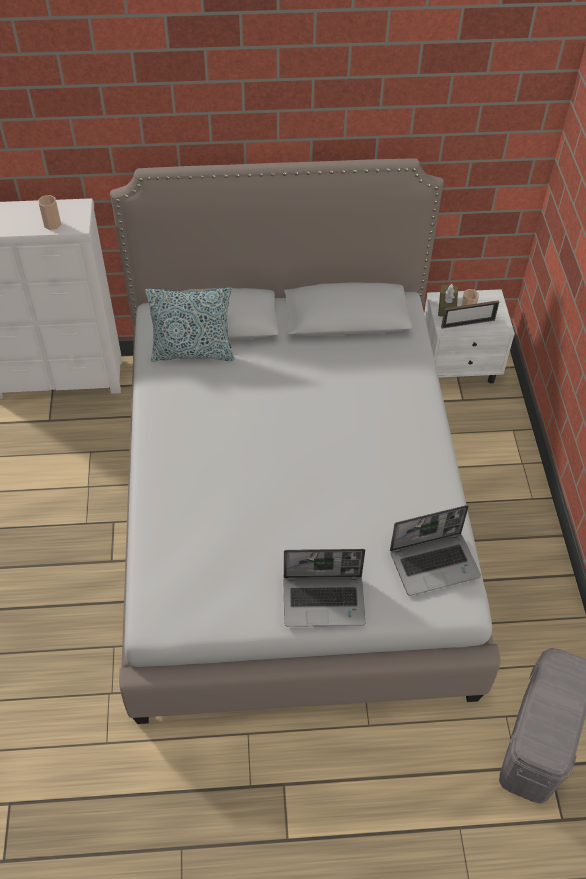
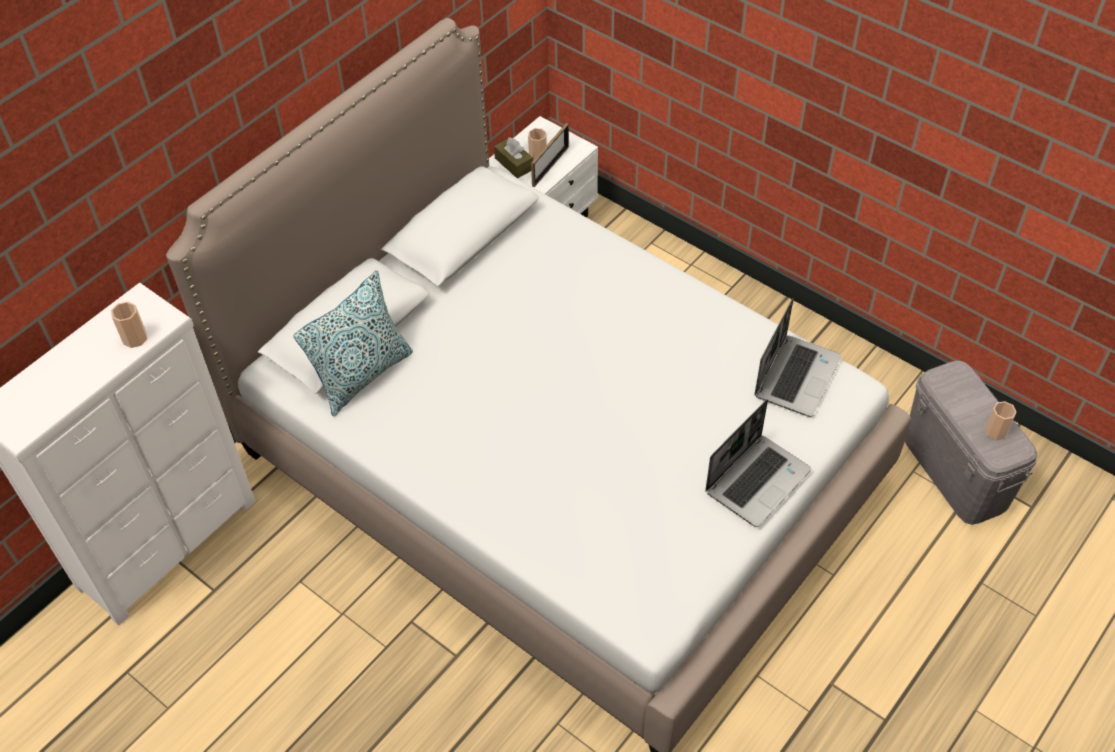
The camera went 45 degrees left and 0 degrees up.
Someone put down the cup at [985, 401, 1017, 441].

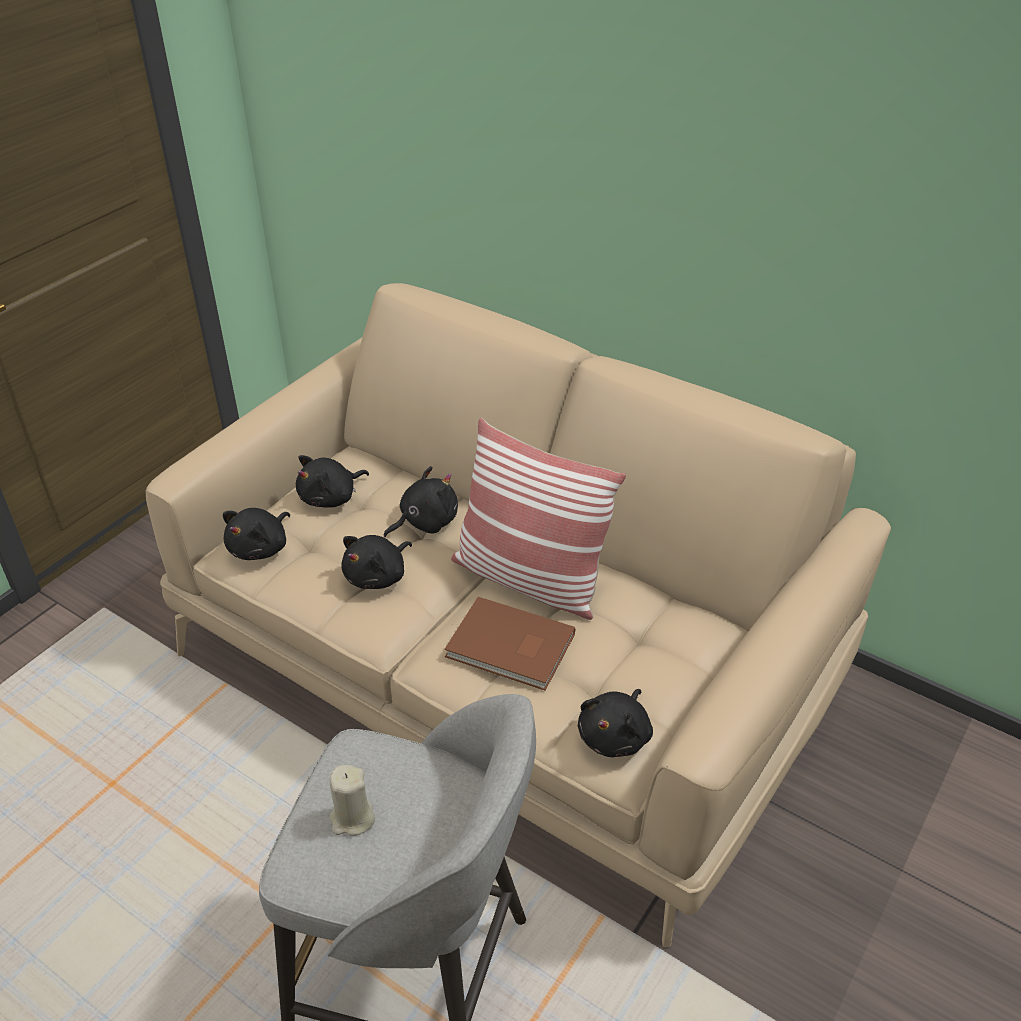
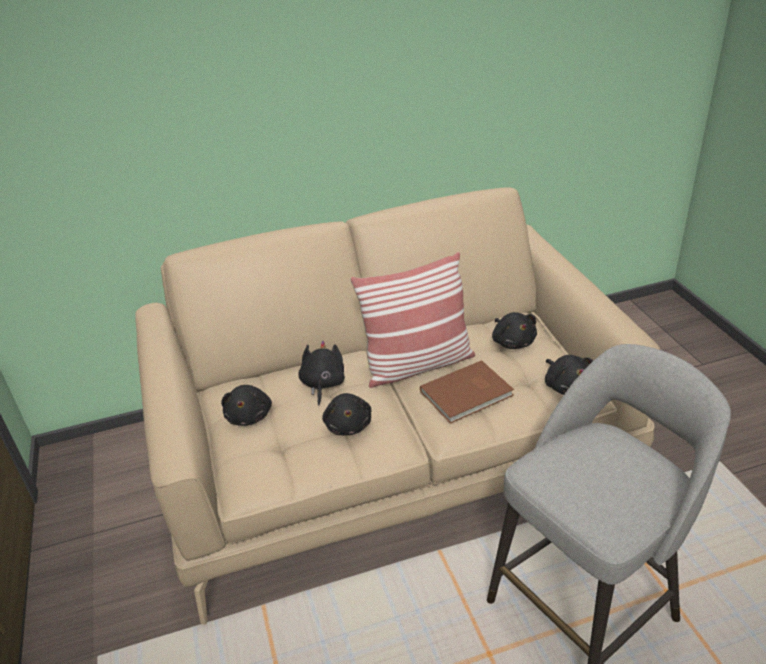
The camera went 50 degrees left and 5 degrees down.
Someone carried the black plush toy from [223, 508, 290, 560] to [492, 312, 537, 349].
Someone took away the beige candle at [330, 765, 375, 836].

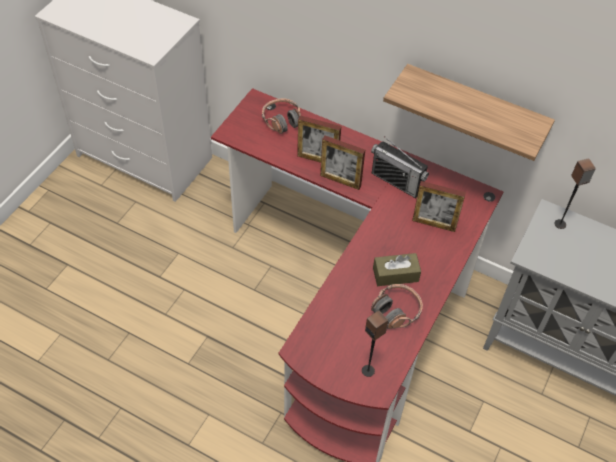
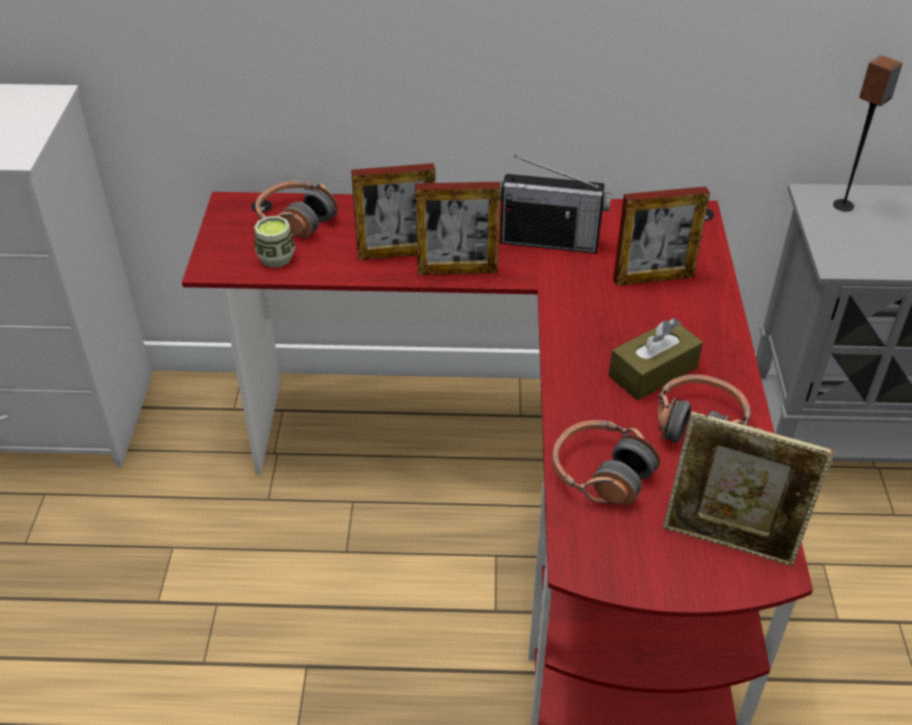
The camera went 25 degrees left and 10 degrees down.
Someone took away the shelf at [383, 64, 555, 161].
Someone swapped the speaker at [362, 310, 388, 377] for the picture frame at [663, 411, 835, 566].
Someone put down the cup at [254, 216, 295, 268].
Someone put down the headphones at [553, 420, 660, 505].

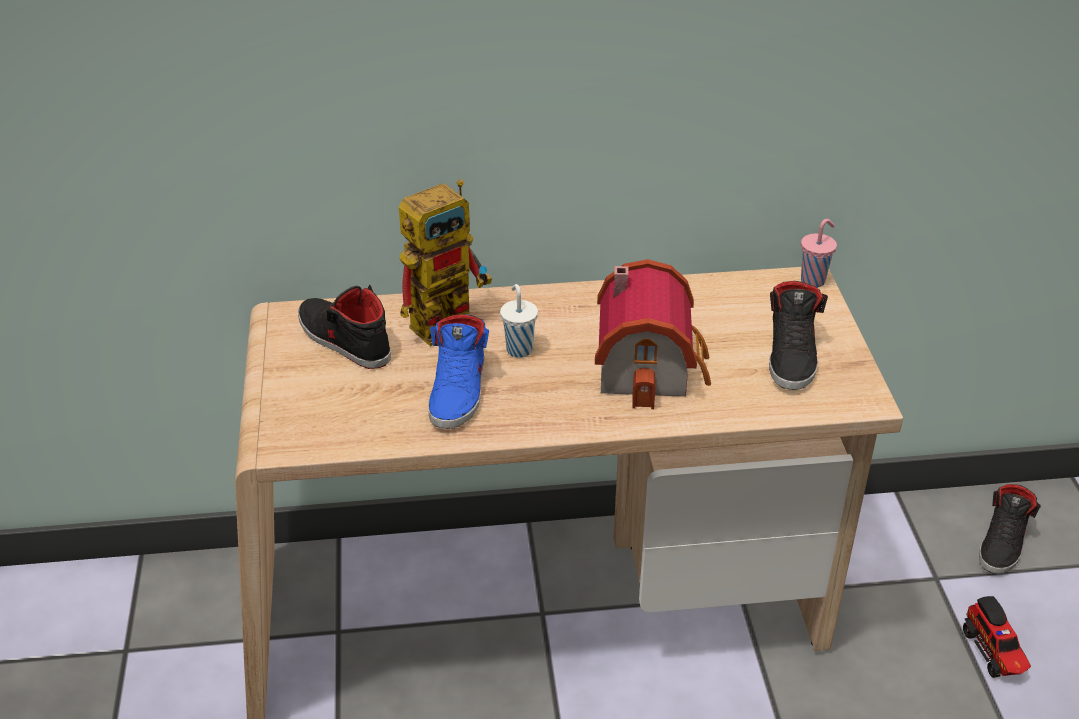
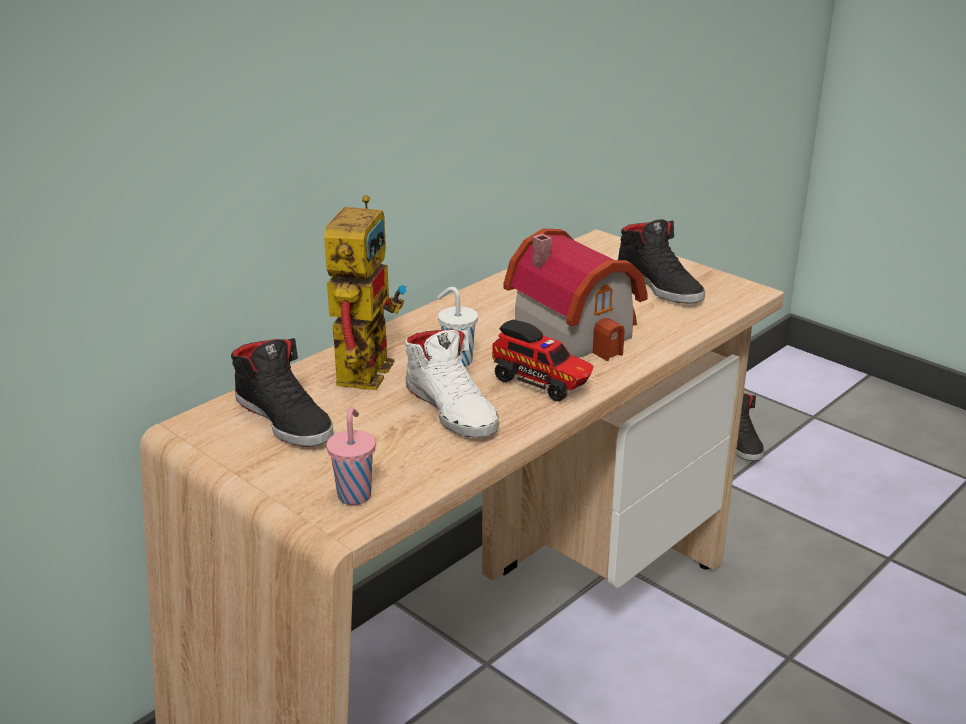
The camera went 40 degrees left and 10 degrees down.
Someone carried the pink cup from [801, 219, 837, 288] to [326, 407, 376, 505].
Someone rotated the black shoe at [298, 285, 391, 369] by 135 degrees counterclockwise.
Someone repainted the blue shoe at [428, 314, 489, 429], which became the white shoe at [405, 329, 499, 438].
Someone carried the toy truck from [963, 596, 1031, 678] to [492, 320, 594, 402].

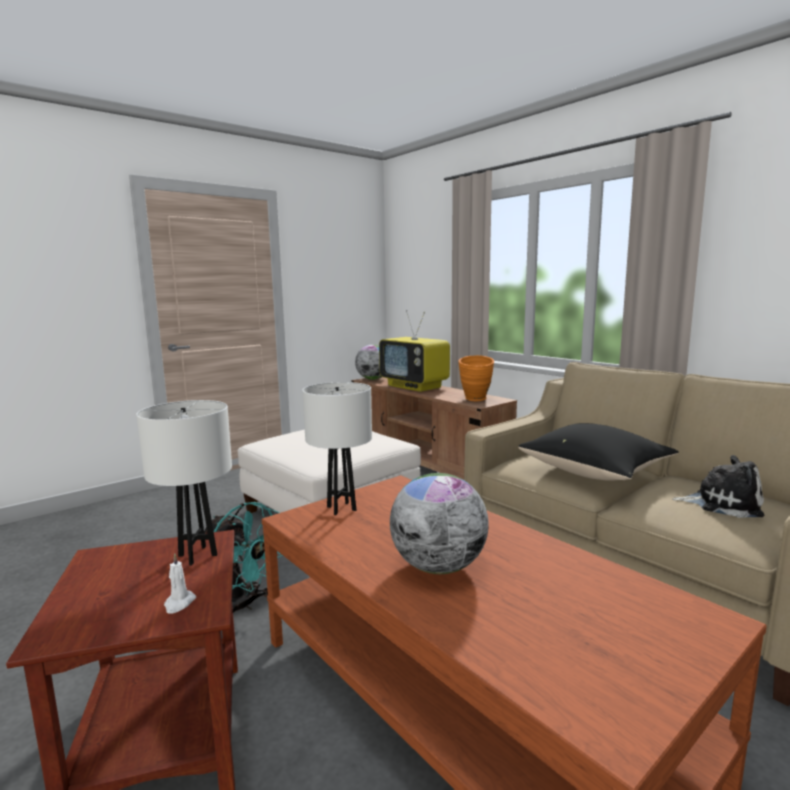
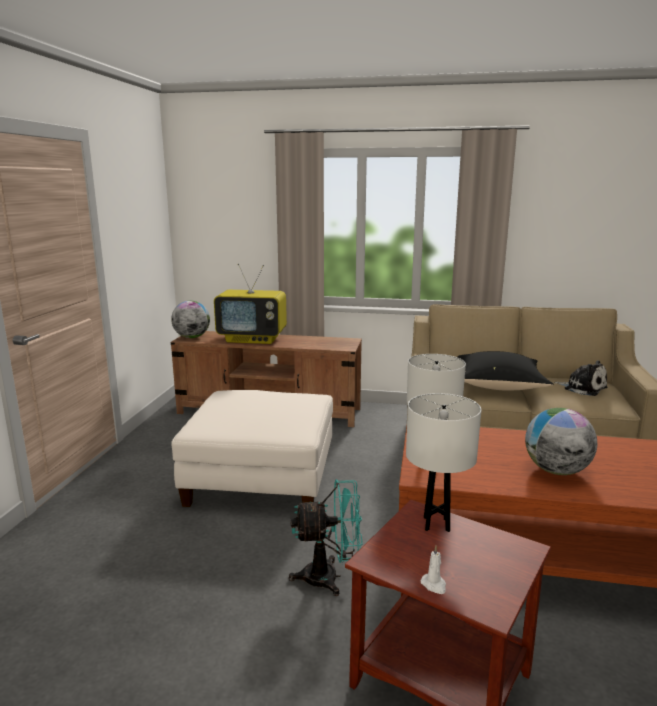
The camera went 40 degrees left and 5 degrees up.
Someone took away the orange vase at [458, 355, 494, 401].
Someone rotated the plush toy at [673, 455, 764, 518] by 60 degrees clockwise.
Someone carried the white candle from [164, 553, 196, 614] to [421, 546, 446, 594].

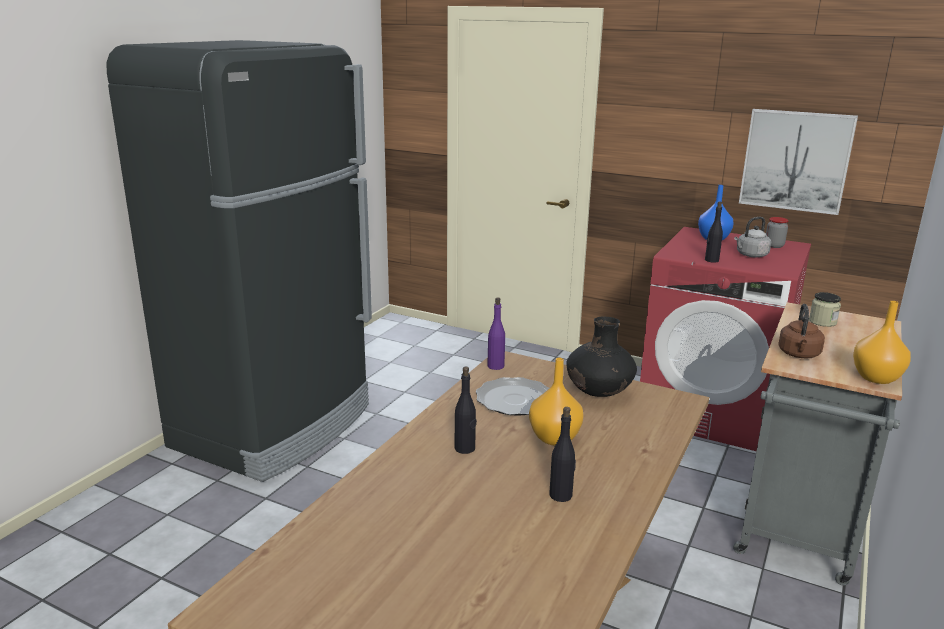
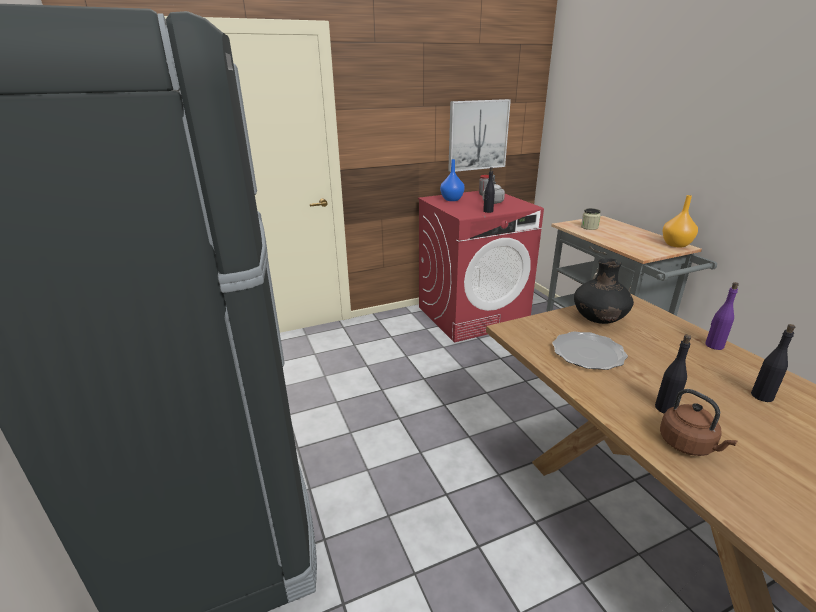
The camera went 50 degrees left and 5 degrees up.
Someone carried the purple bottle from [487, 297, 505, 370] to [705, 282, 739, 350].
Someone carried the brown kettle from [778, 304, 825, 359] to [660, 389, 737, 456].
Someone took away the orange vase at [529, 358, 584, 446].

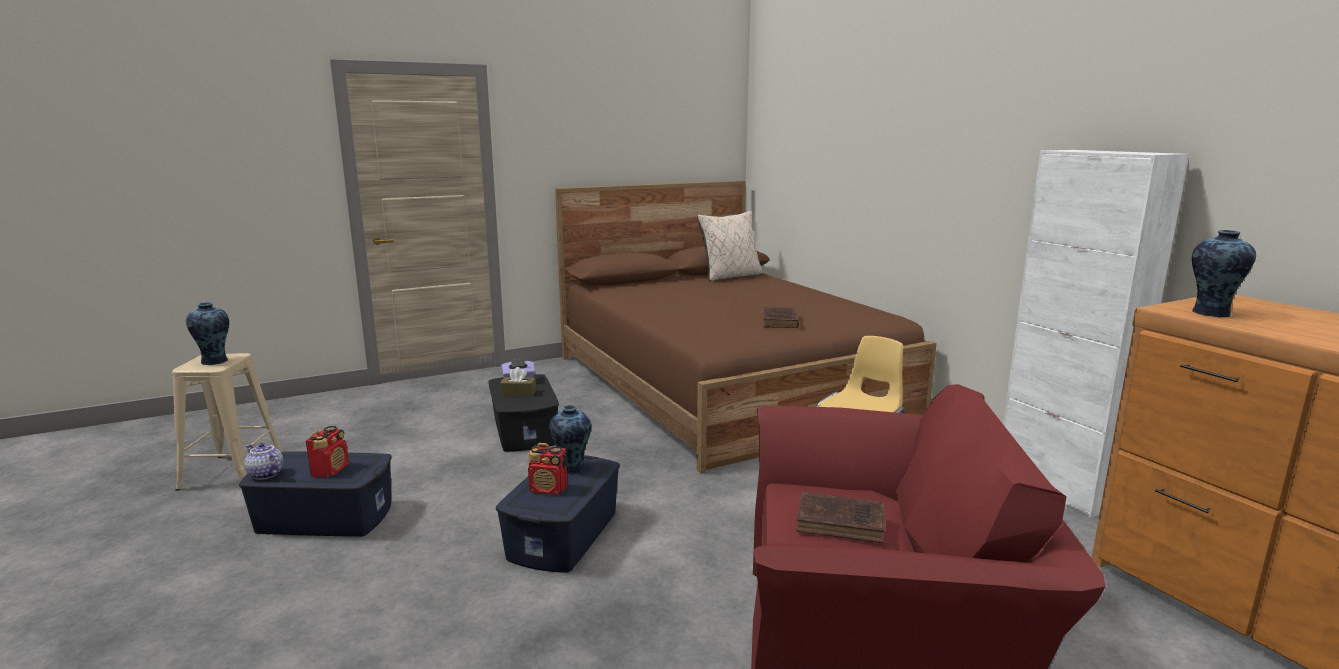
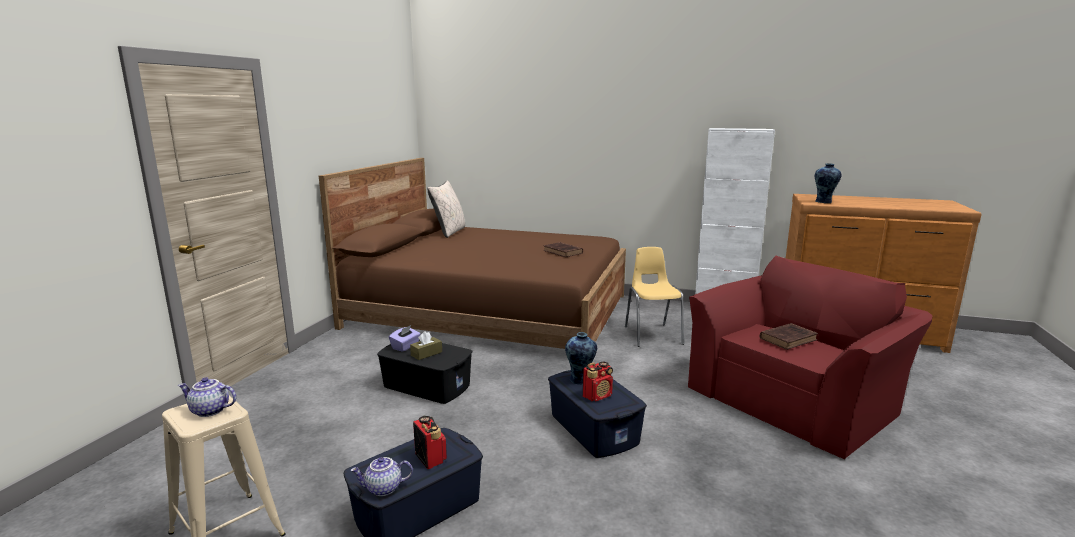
The camera went 45 degrees left and 0 degrees up.
Someone swapped the vase at [186, 302, 229, 365] for the teapot at [178, 377, 236, 417].

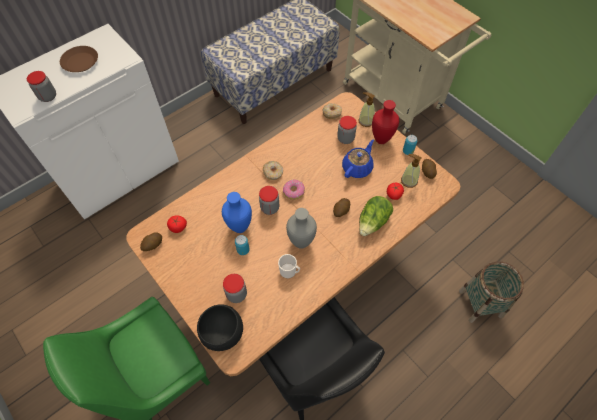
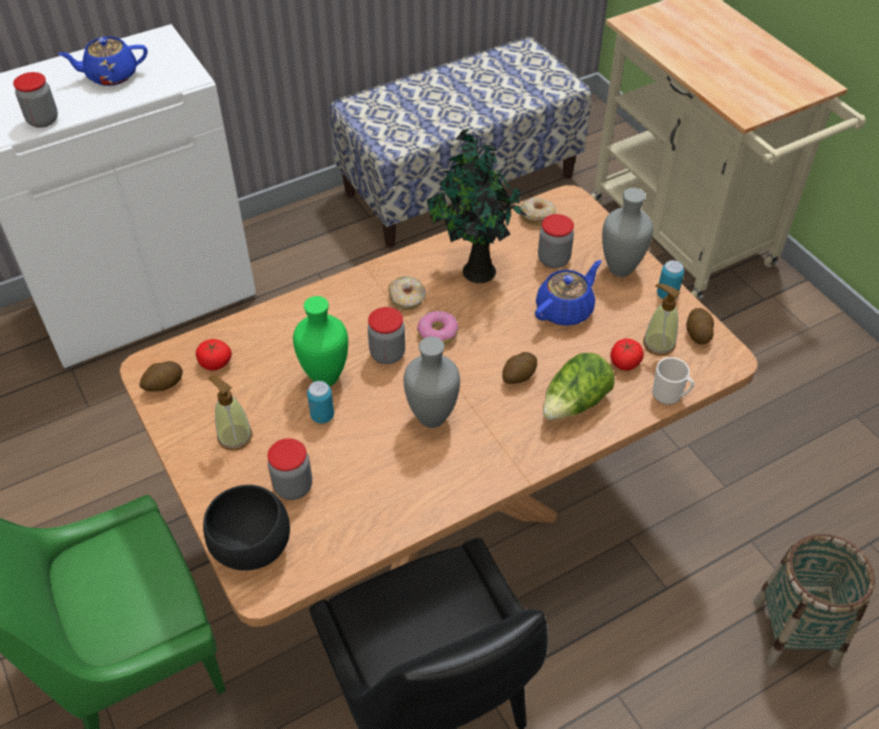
The camera went 10 degrees right and 10 degrees down.
Someone swapped the brown plate at [60, 46, 98, 72] for the blue teapot at [58, 36, 148, 86].
Someone carried the soap dispenser from [358, 92, 375, 127] to [209, 376, 252, 451].
Someone repainted the red vase at [372, 100, 399, 144], which became the grey vase at [602, 188, 653, 277].
Someone repainted the blue vase at [222, 192, 252, 233], which became the green vase at [293, 296, 348, 386].
Someone carried the mug from [278, 254, 300, 278] to [652, 357, 694, 405].
Someone put down the potted plant at [427, 129, 526, 283].

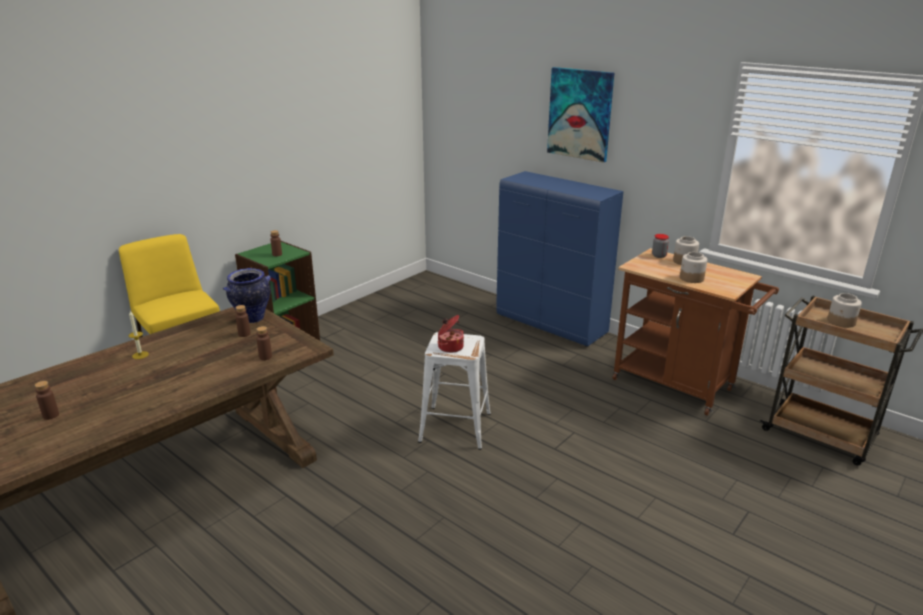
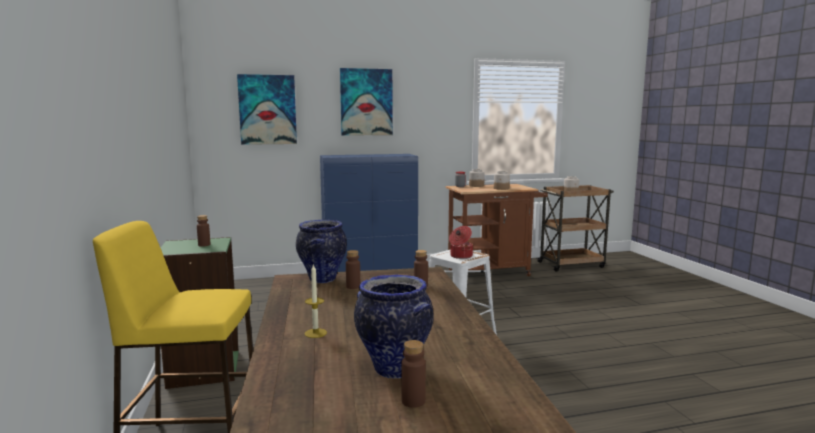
The camera went 55 degrees left and 15 degrees down.
Someone put up the picture at [237, 74, 297, 145].
Someone put down the vase at [354, 275, 434, 379].

